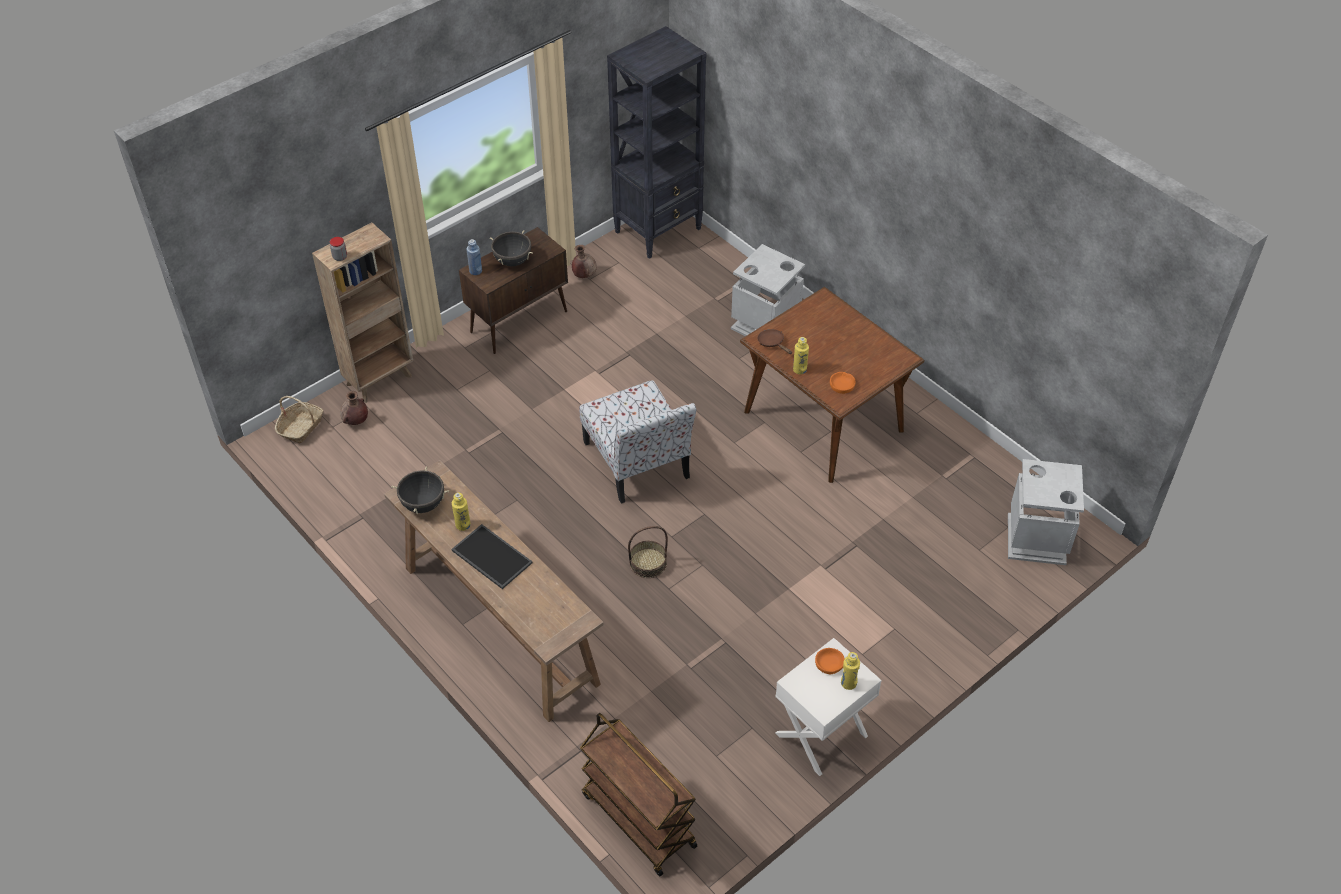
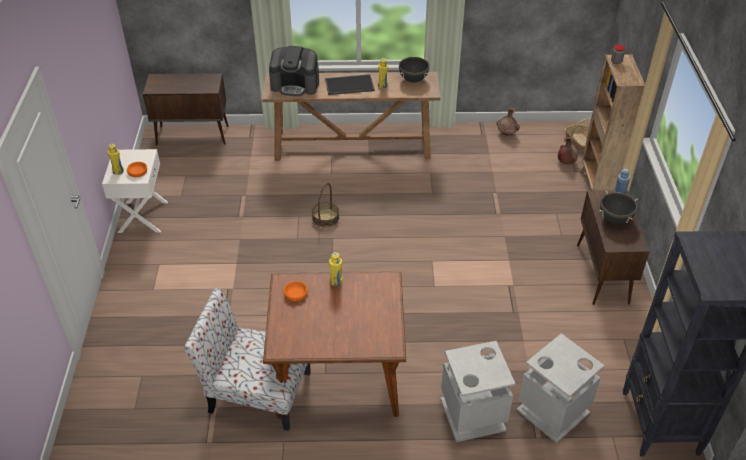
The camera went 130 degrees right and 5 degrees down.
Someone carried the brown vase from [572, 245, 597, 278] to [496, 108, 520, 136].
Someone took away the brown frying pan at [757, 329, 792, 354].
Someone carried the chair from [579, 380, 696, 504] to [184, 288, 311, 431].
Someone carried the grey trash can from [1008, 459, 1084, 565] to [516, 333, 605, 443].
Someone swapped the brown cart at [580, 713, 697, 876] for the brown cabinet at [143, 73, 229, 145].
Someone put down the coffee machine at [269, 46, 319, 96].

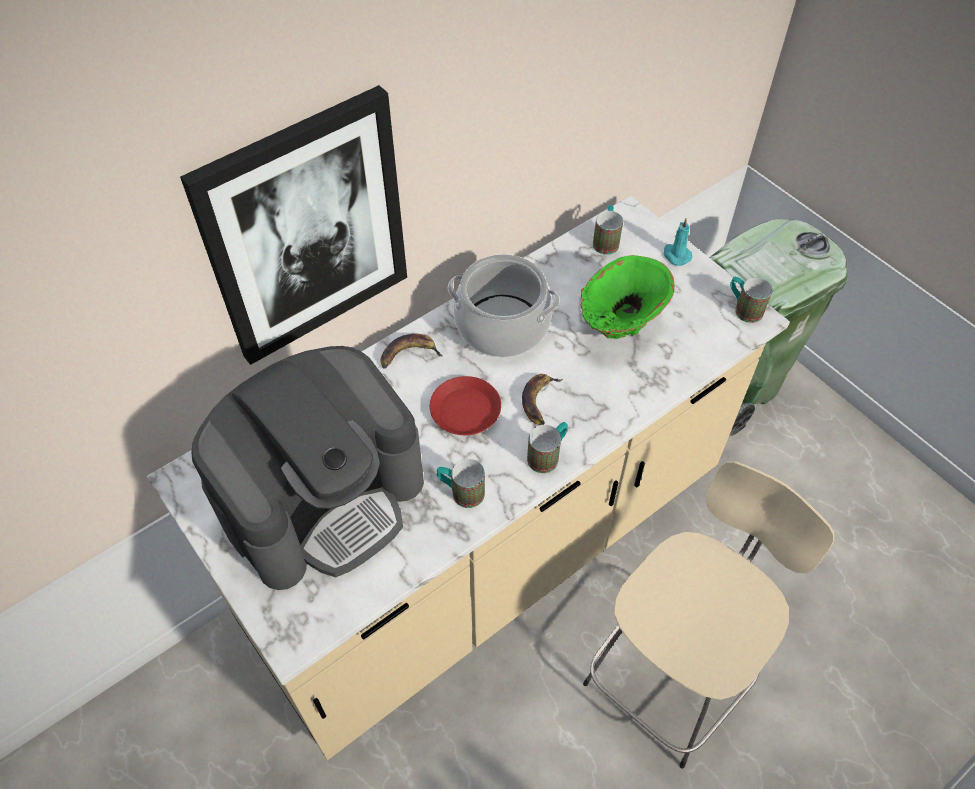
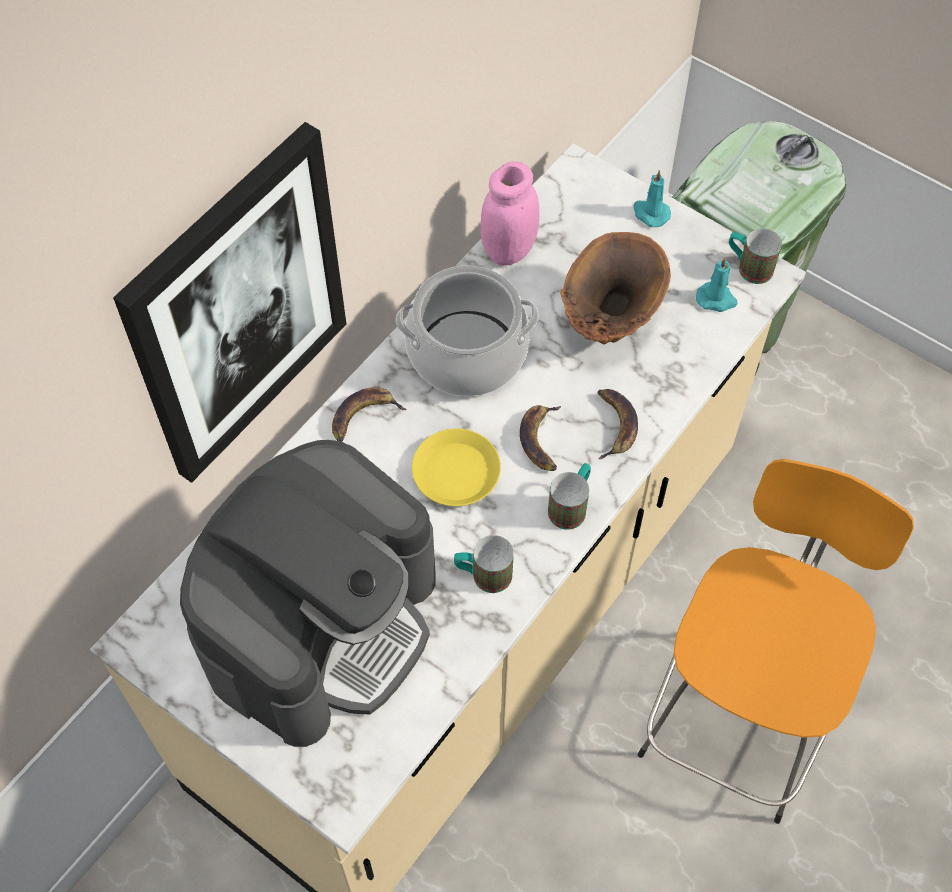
The camera went 15 degrees left and 5 degrees up.
Someone took away the mug at [593, 205, 623, 255].
Someone repainted the green vase at [580, 255, 675, 339], which became the brown vase at [560, 232, 671, 344].
Someone repainted the red plate at [430, 376, 501, 435], which became the yellow plate at [412, 429, 501, 506].
Someone repainted the beige stool at [583, 461, 834, 769], which became the orange stool at [638, 459, 914, 824].
Someone put down the pink jar at [480, 161, 540, 266].
Someone put down the turquoise candle at [696, 257, 738, 312].
Someone put down the banana at [598, 389, 638, 459].

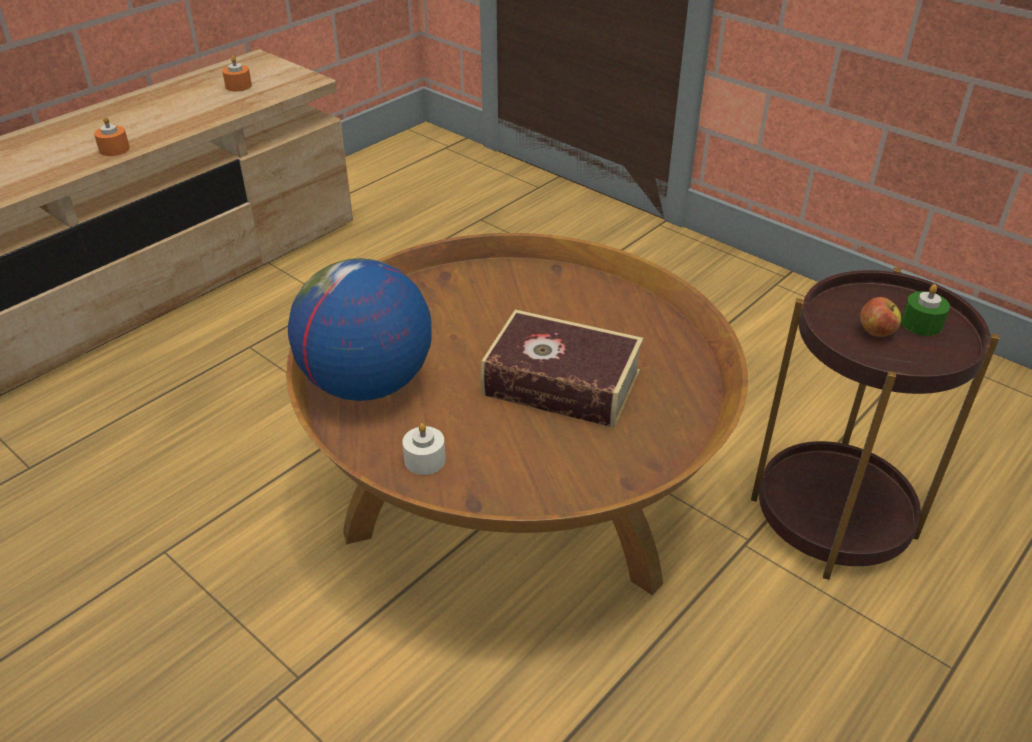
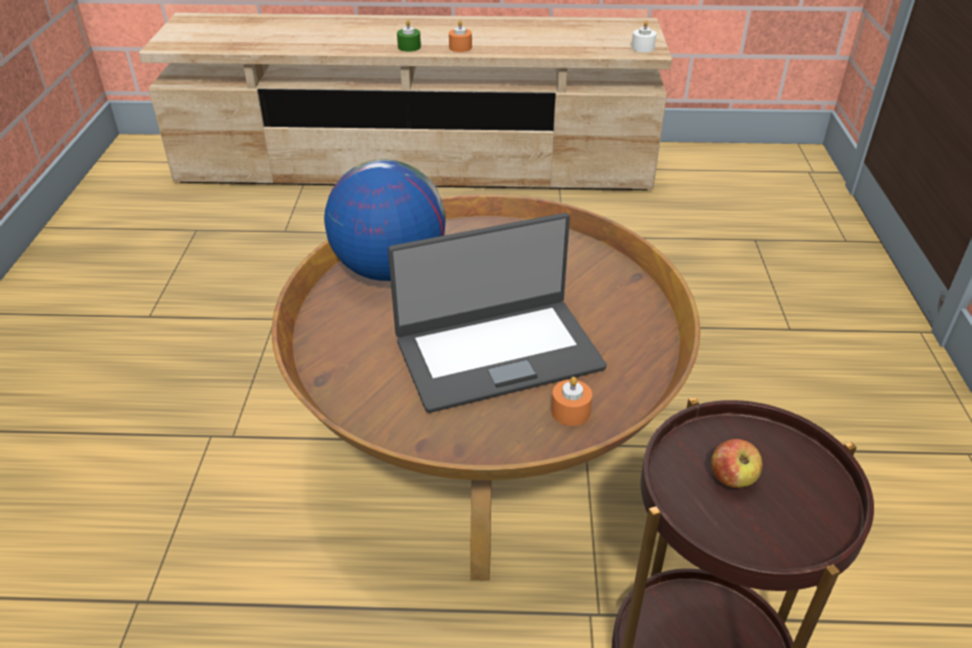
The camera went 50 degrees right and 0 degrees up.
Someone carried the orange candle from [222, 56, 252, 91] to [551, 377, 592, 426].
Someone carried the green candle from [901, 284, 950, 336] to [397, 20, 421, 52].
Someone swapped the book at [481, 310, 643, 428] for the laptop at [388, 213, 607, 413].
Someone carried the white candle from [402, 423, 446, 475] to [631, 20, 656, 52].

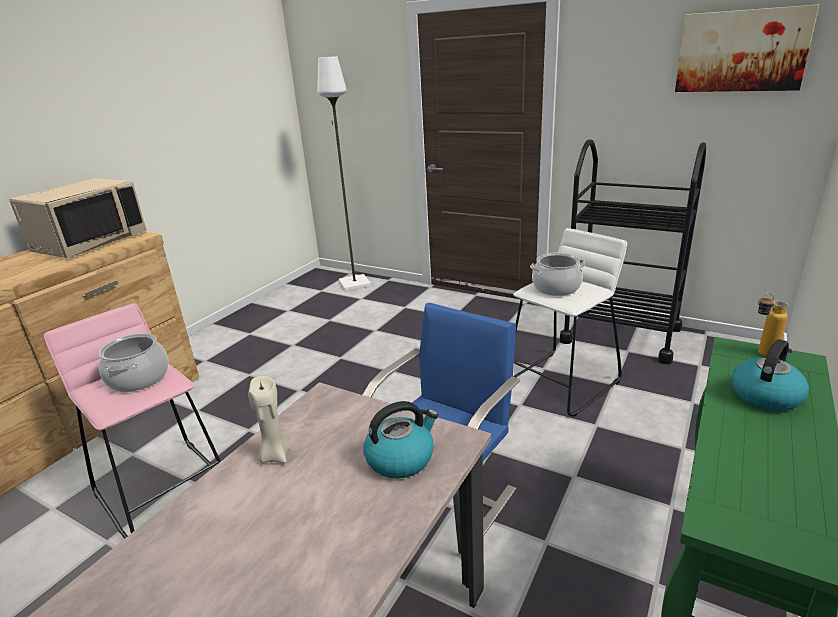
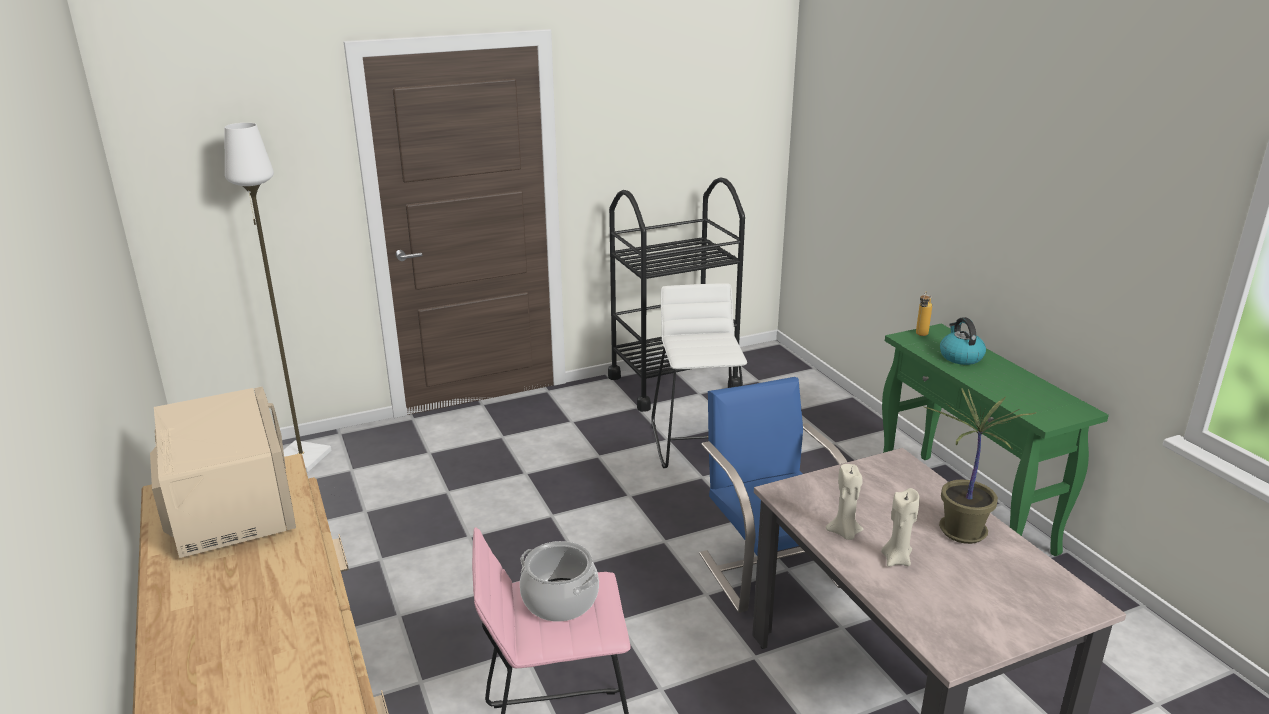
The camera went 55 degrees left and 0 degrees up.
Someone took away the picture at [675, 4, 819, 92].
Someone took away the cooking pot at [530, 253, 586, 296].
Someone took away the kettle at [364, 401, 438, 479].
Someone put down the potted plant at [924, 389, 1036, 544].
Someone put down the beige candle at [881, 488, 920, 567].

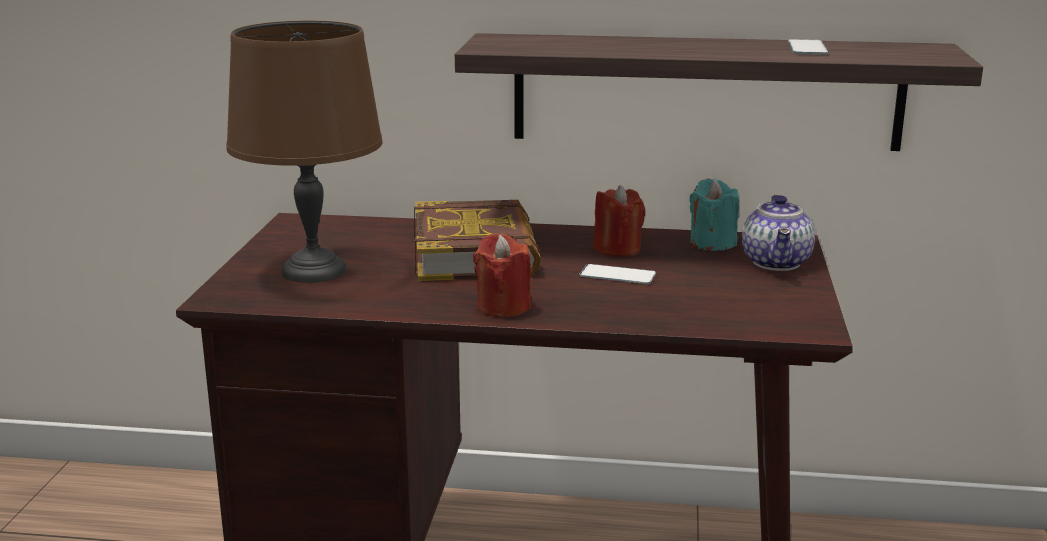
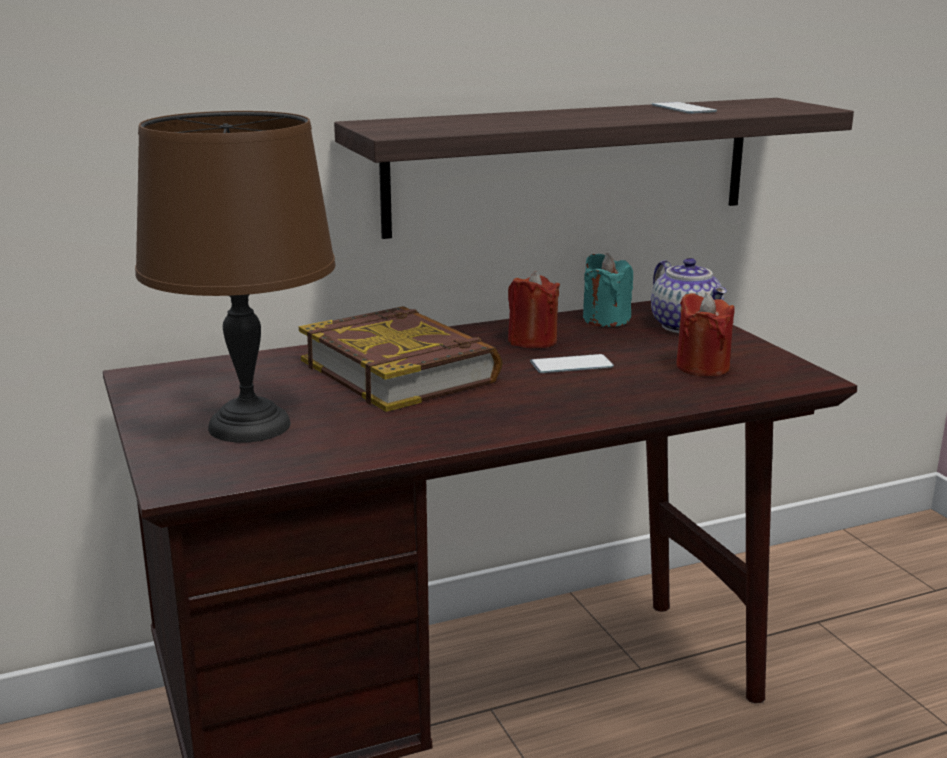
The camera went 30 degrees left and 0 degrees up.
Someone carried the red candle from [473, 233, 531, 318] to [676, 293, 735, 376].

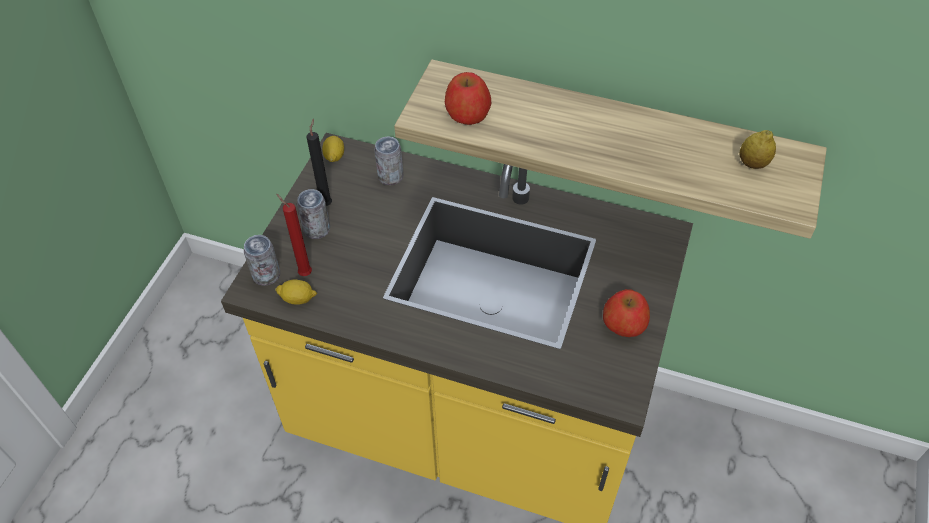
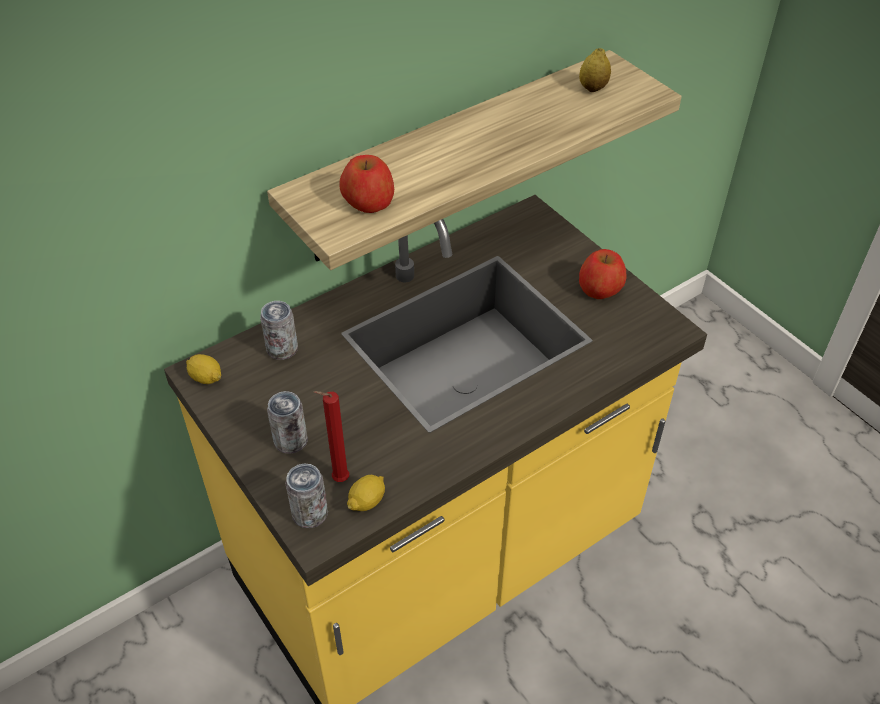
The camera went 55 degrees left and 5 degrees down.
Someone took away the black candle at [307, 119, 332, 206].

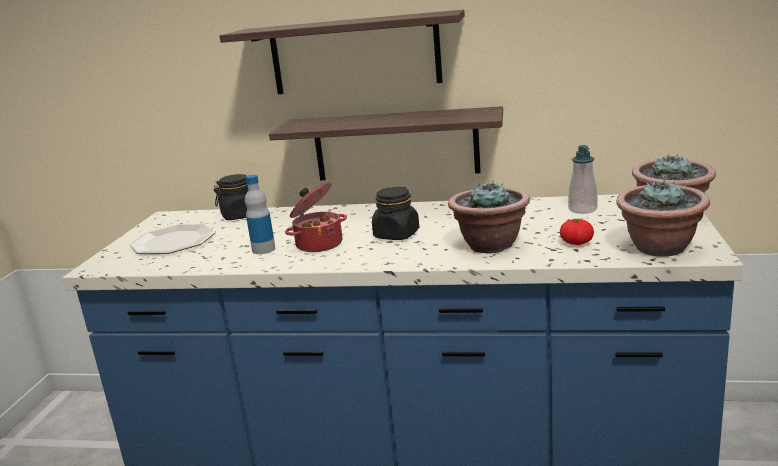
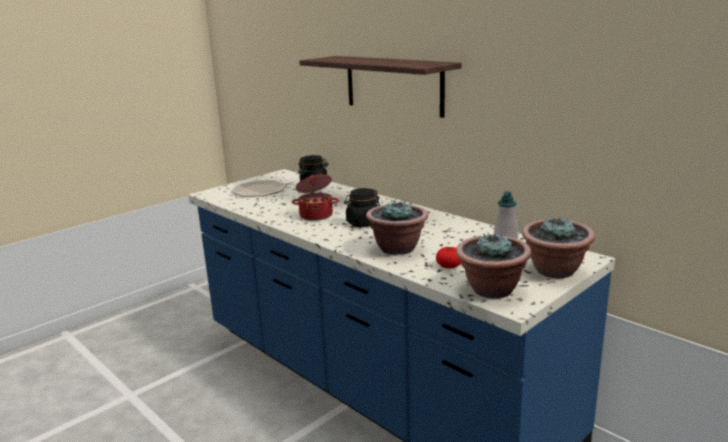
The camera went 35 degrees right and 0 degrees up.
Someone took away the shelf at [269, 106, 503, 180].
Someone took away the bottle at [245, 175, 275, 254].

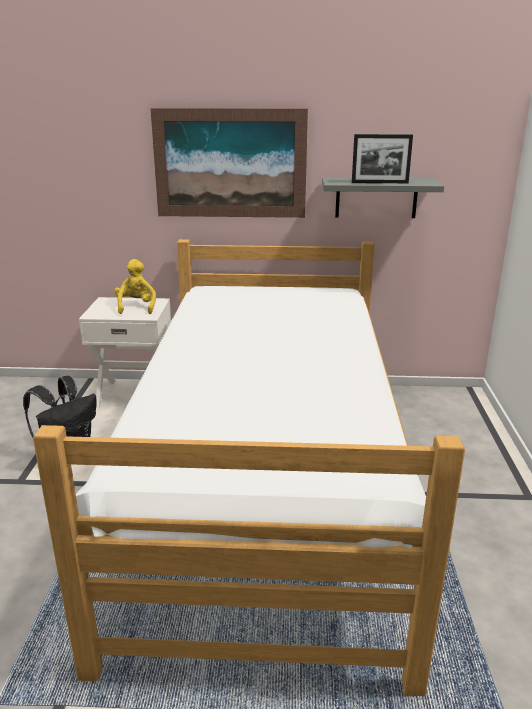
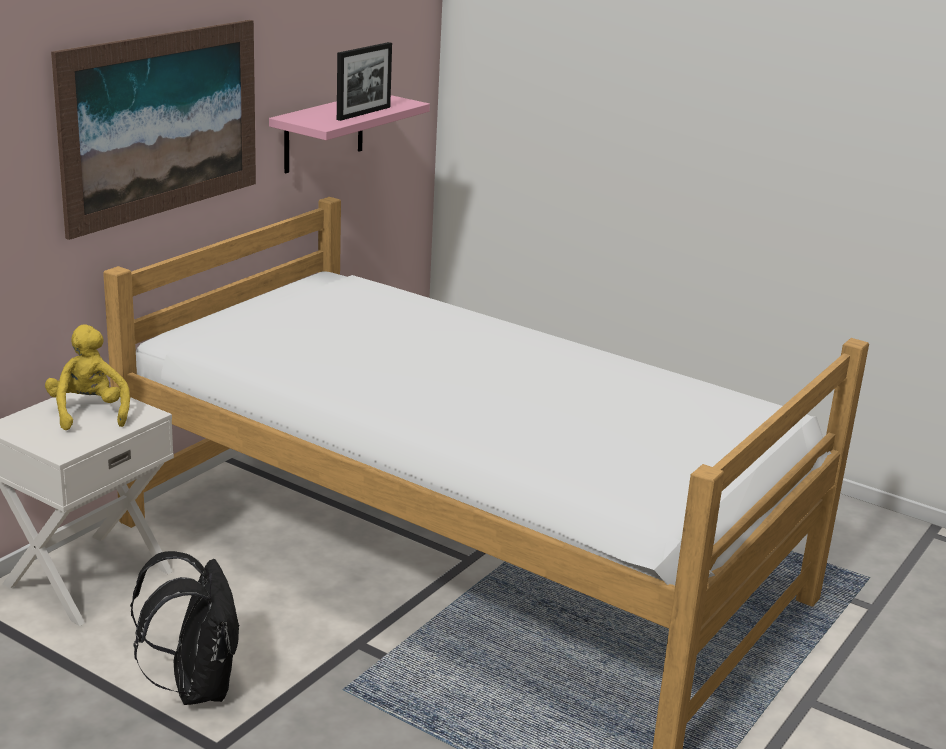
The camera went 60 degrees left and 0 degrees up.
Someone repainted the grey shelf at [322, 177, 444, 218], which became the pink shelf at [269, 95, 430, 173].
Someone rotated the yellow plush toy at [114, 259, 156, 314] by 45 degrees clockwise.

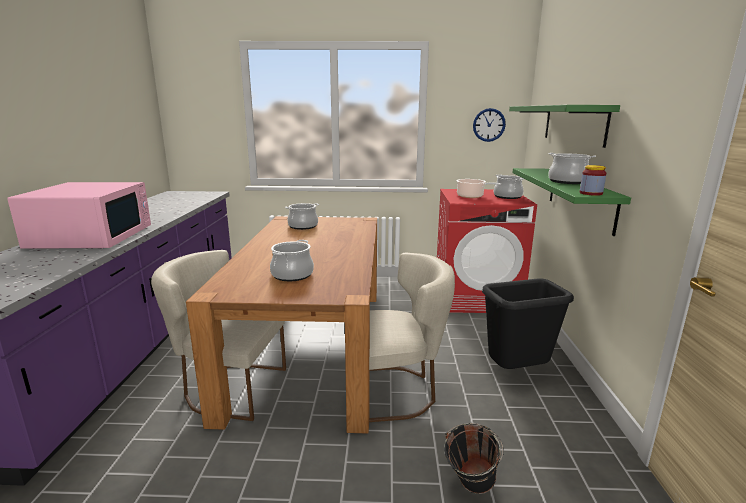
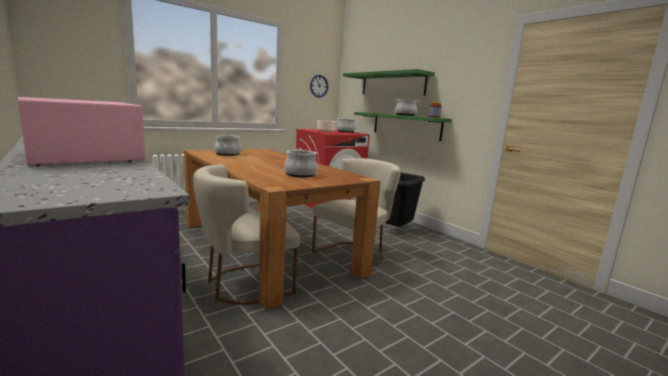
The camera went 40 degrees left and 5 degrees down.
Someone took away the black bucket at [444, 423, 504, 494].

